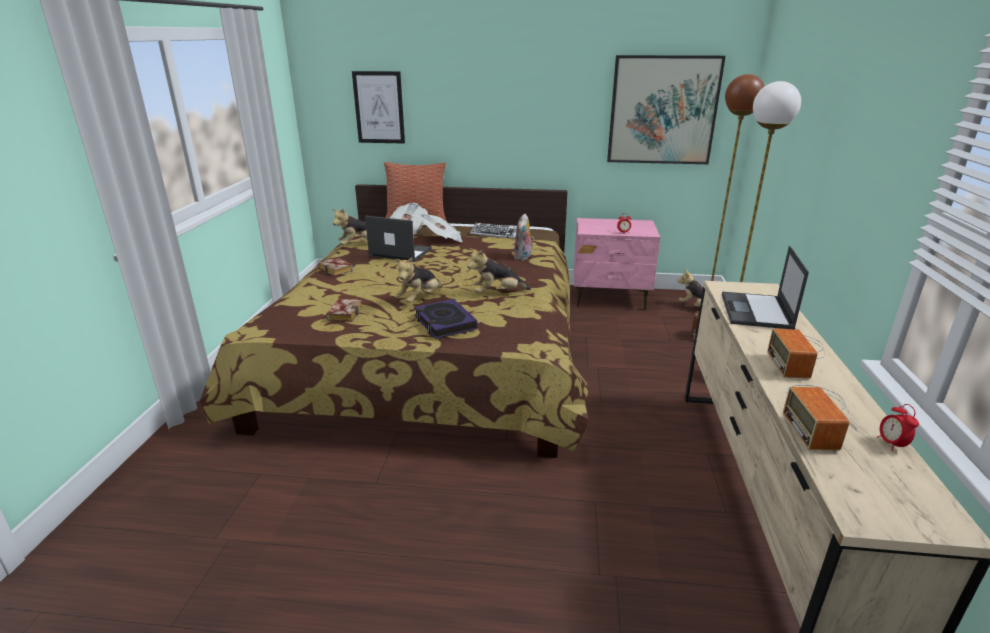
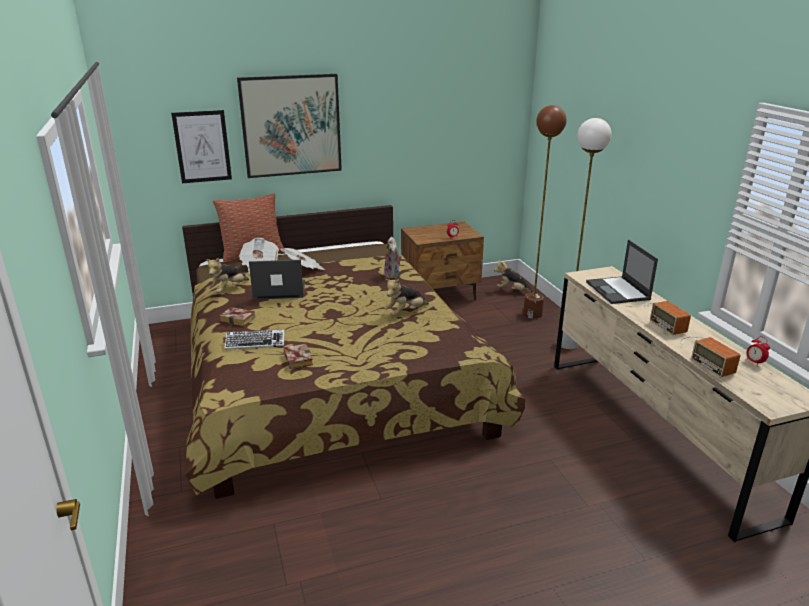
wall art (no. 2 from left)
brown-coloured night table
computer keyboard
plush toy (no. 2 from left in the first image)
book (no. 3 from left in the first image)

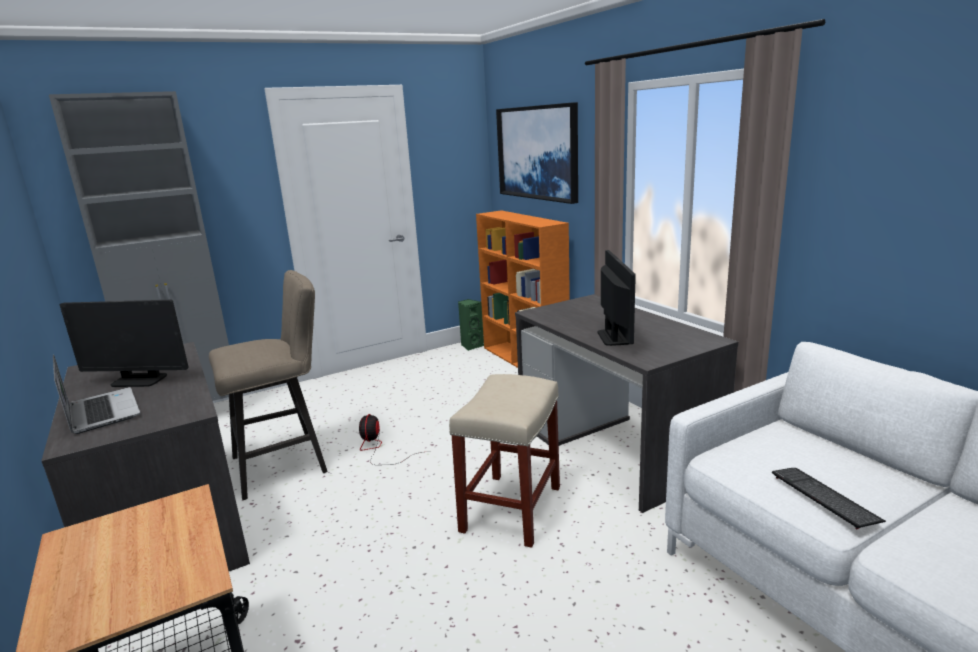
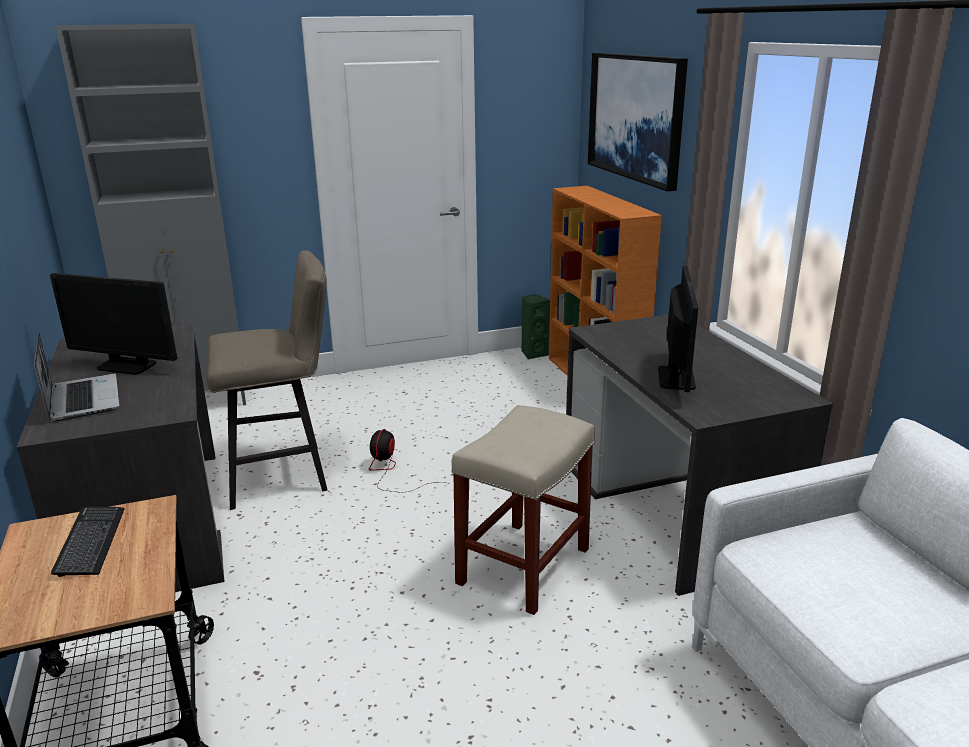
computer keyboard

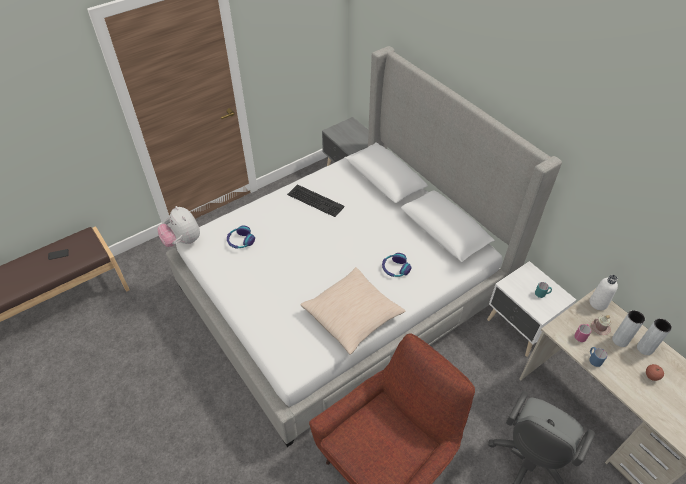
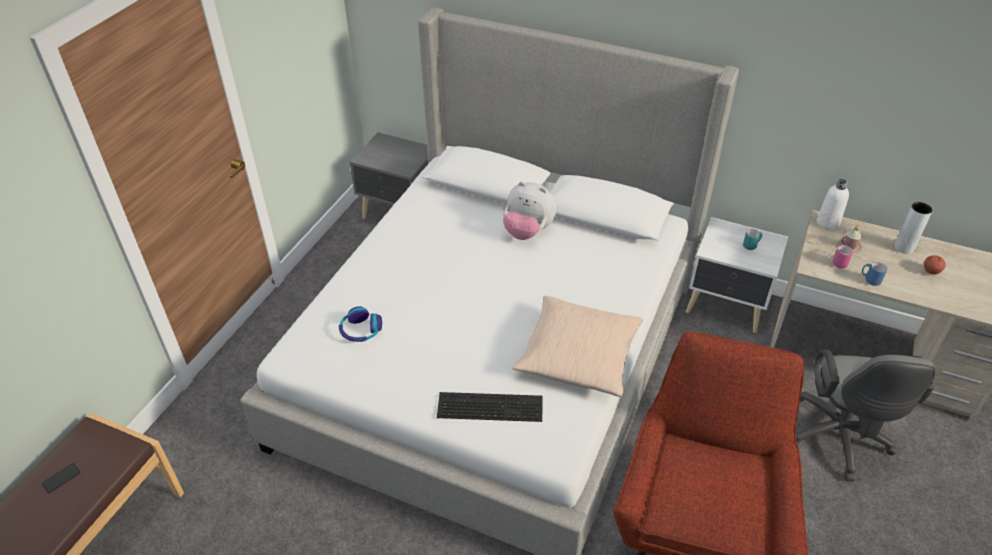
computer keyboard
plush toy
pair of headphones (no. 2 from left in the first image)
grey decorative vase (no. 1 from left in the first image)

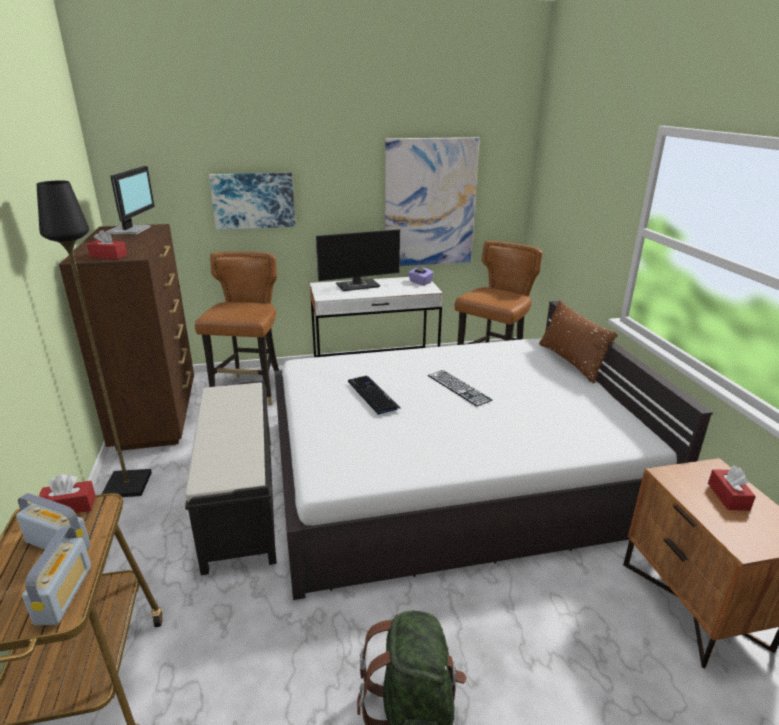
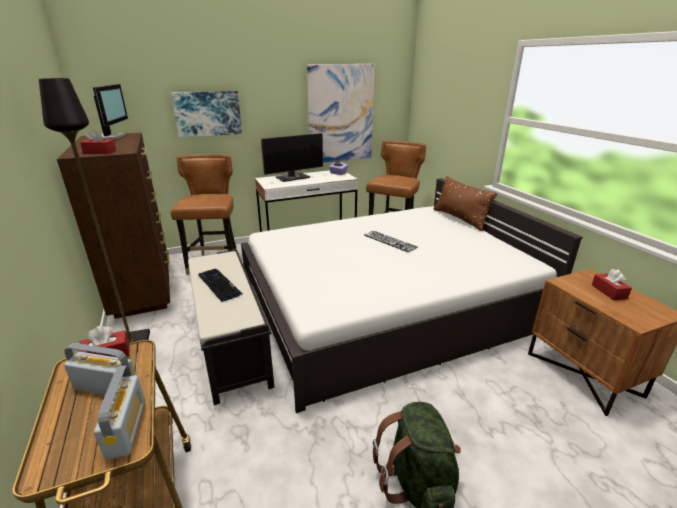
computer keyboard (no. 1 from left)

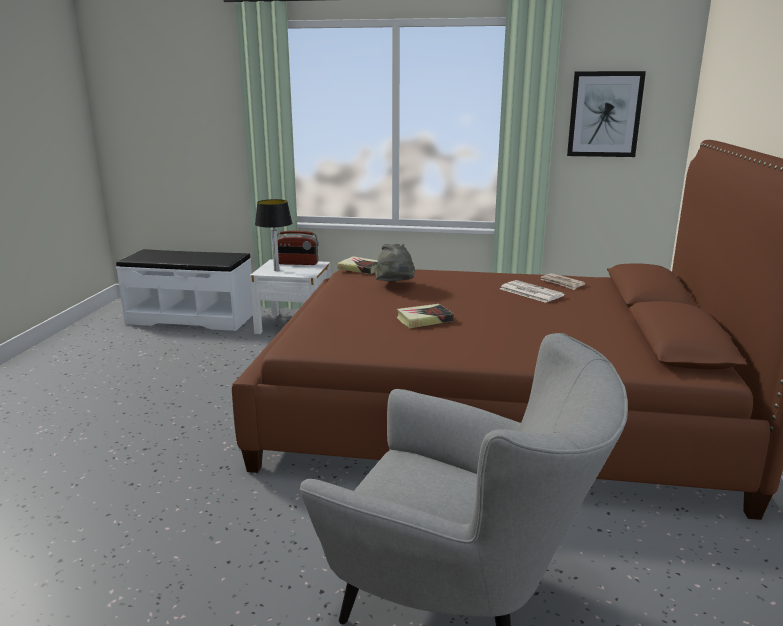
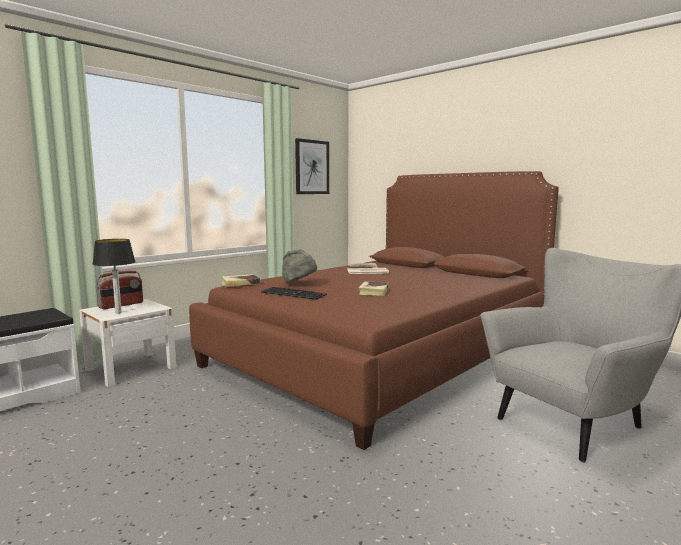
computer keyboard

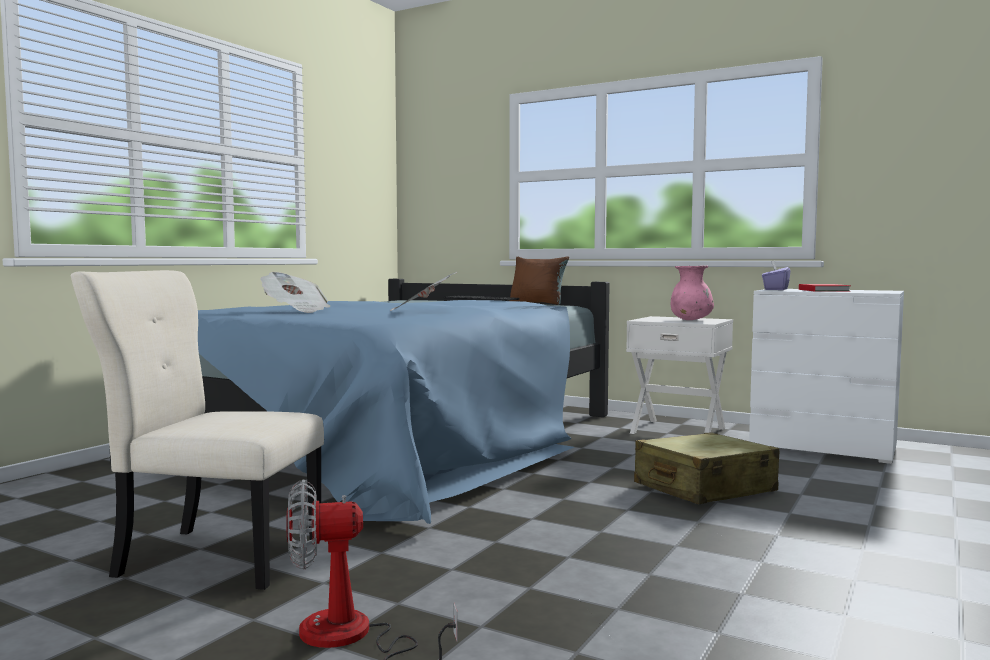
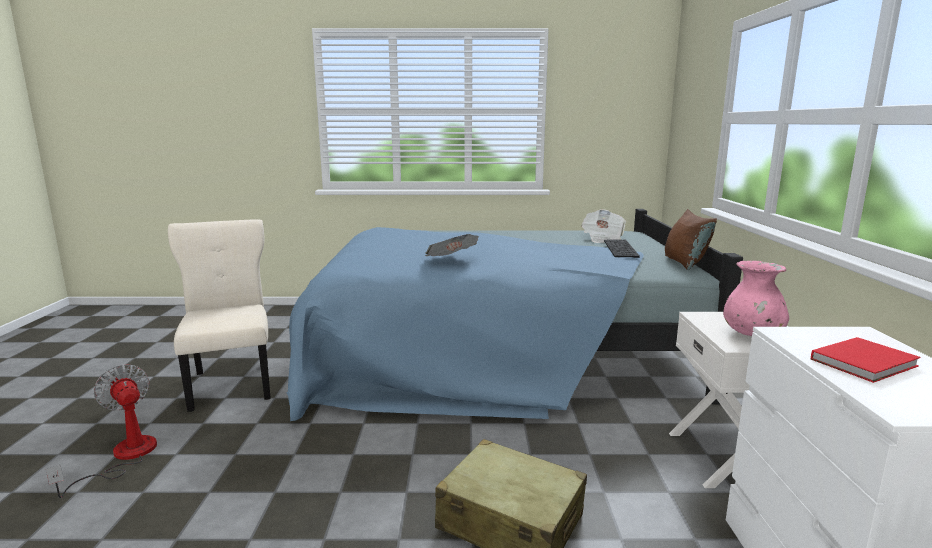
purple-coloured box of tissues
daily paper (no. 2 from left)

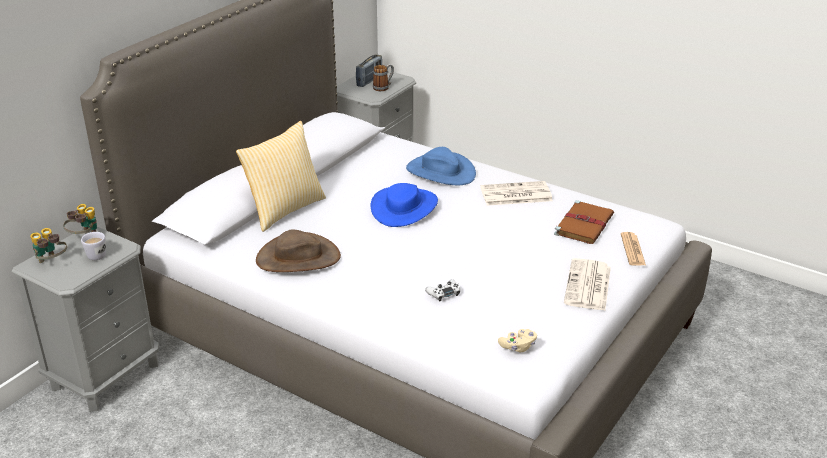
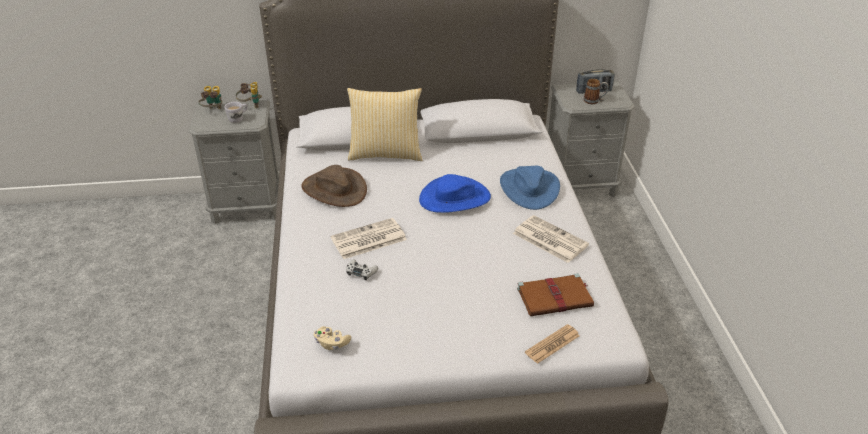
daily paper (no. 1 from left)

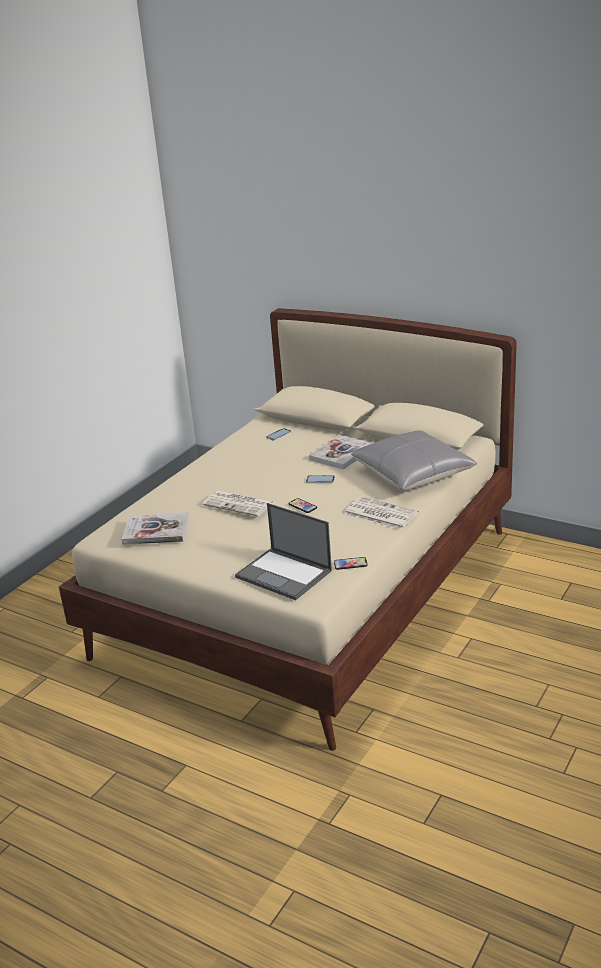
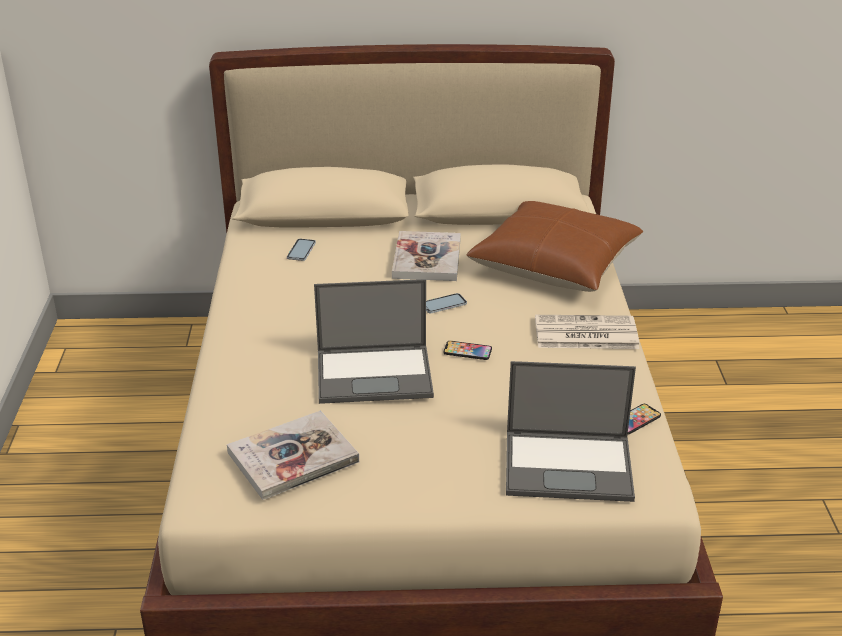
brown-coloured cushion
portable computer (no. 1 from left)

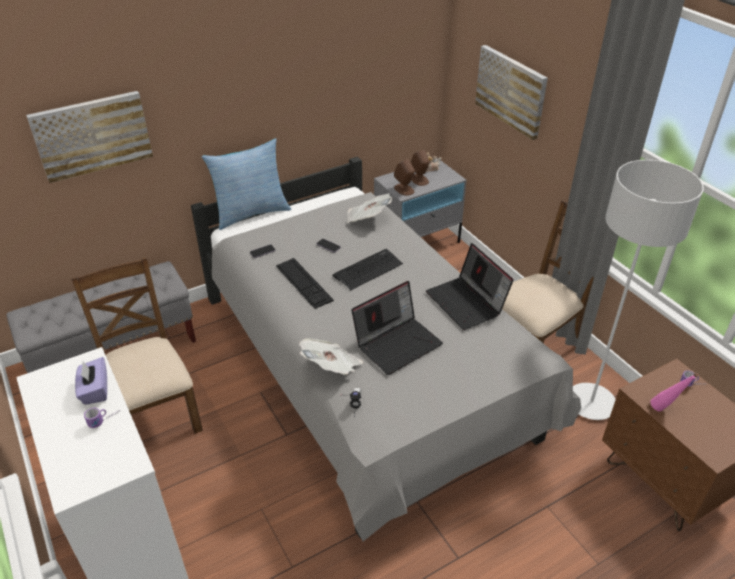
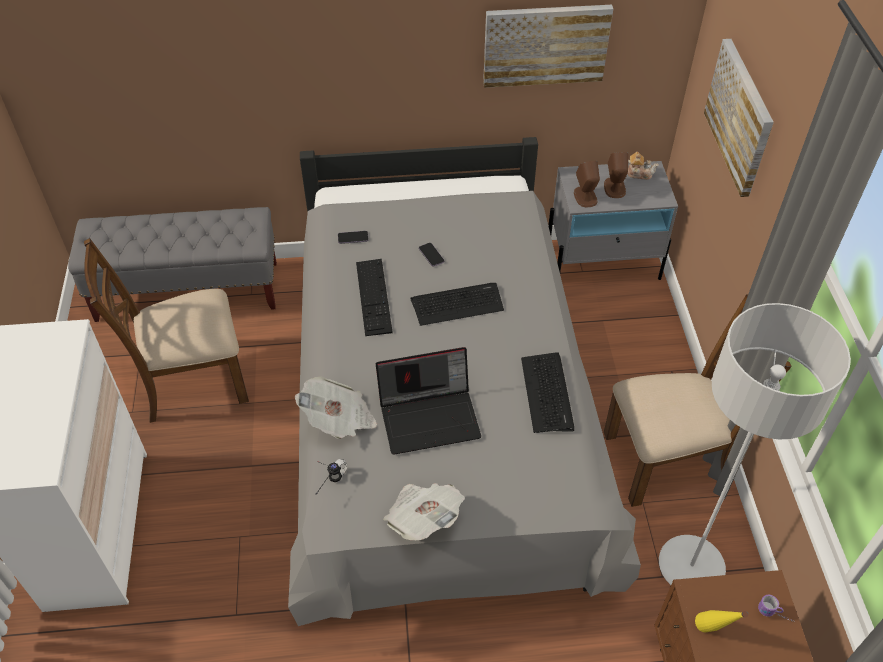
wall art (no. 1 from left)
cushion
daily paper (no. 2 from left)
computer keyboard (no. 3 from left)
brown-coloured upright chair (no. 1 from left)
purple-coloured box of tissues
yellow-coloured bottle
mug (no. 1 from left in the first image)

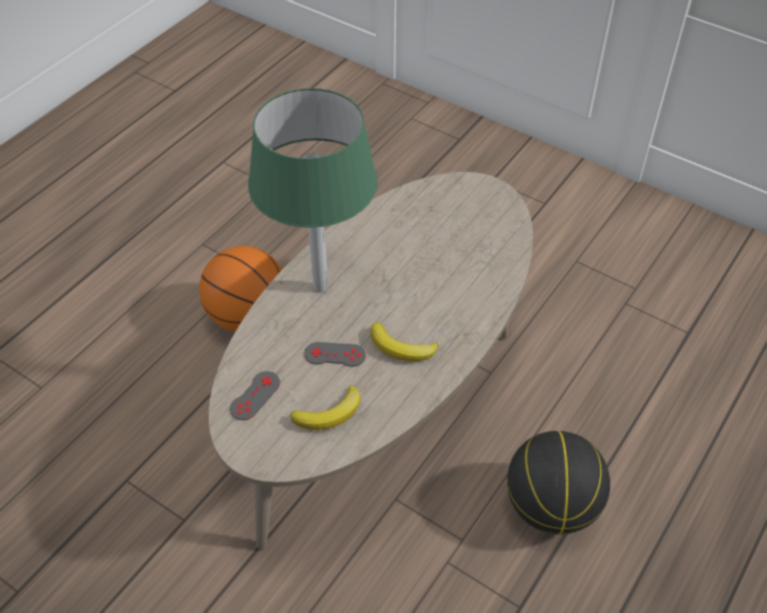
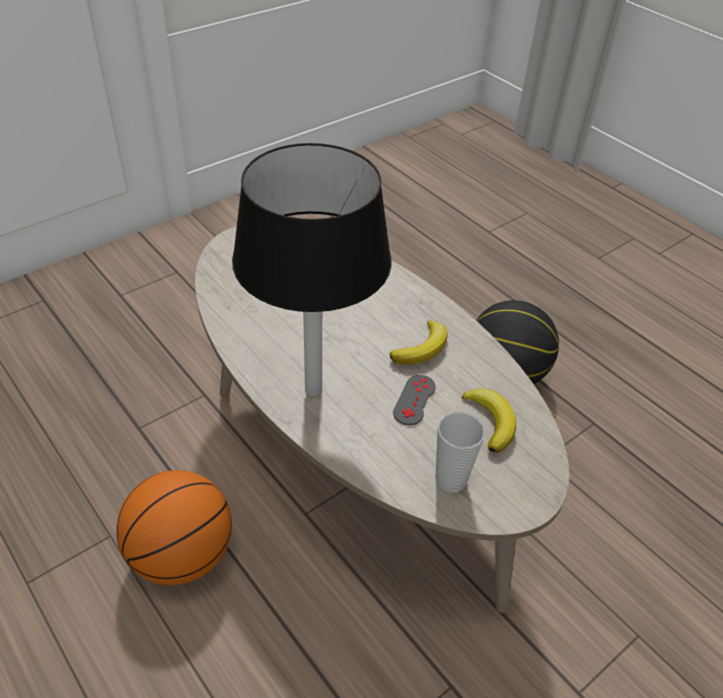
black lamp for a table
drinking cup

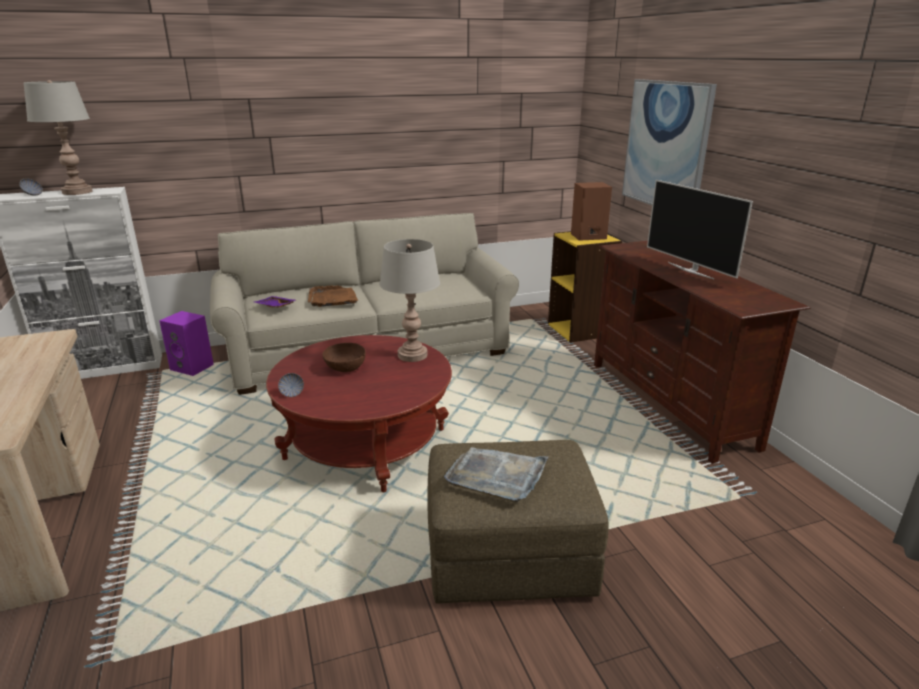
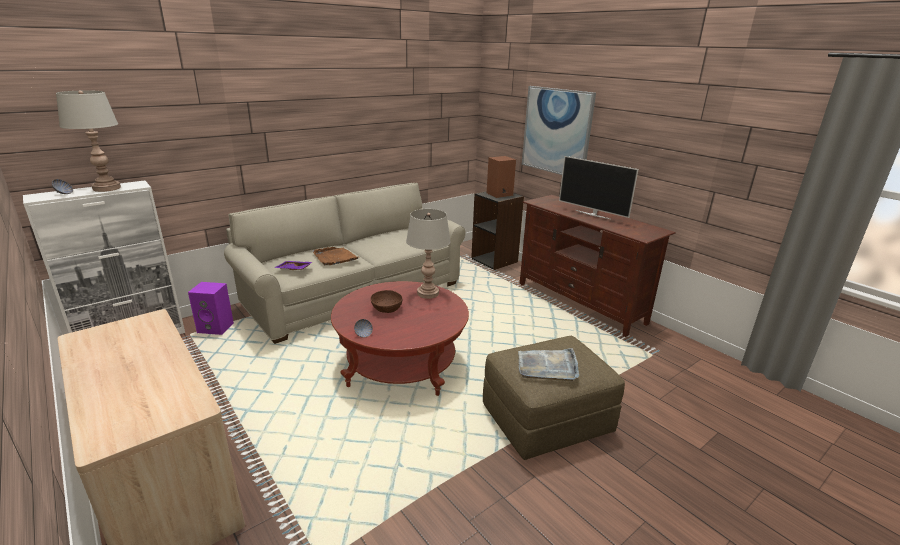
black bookcase

